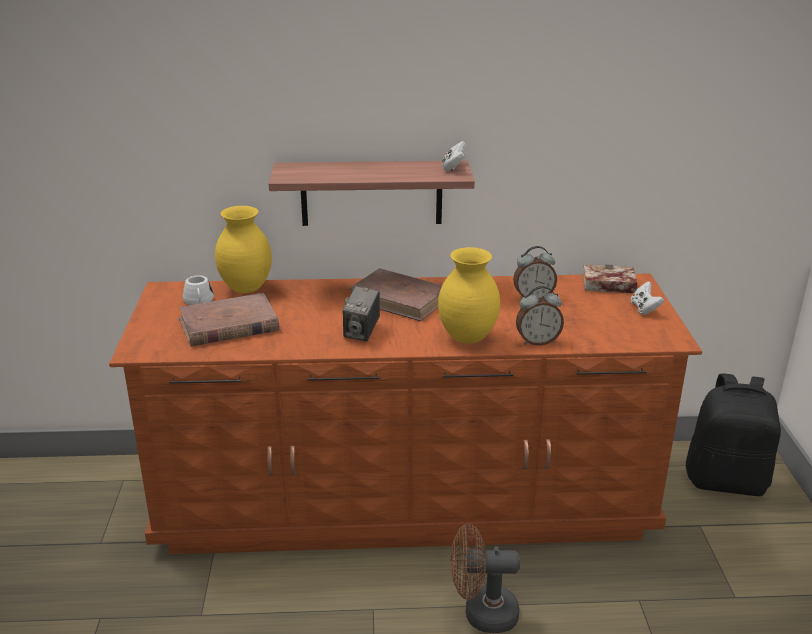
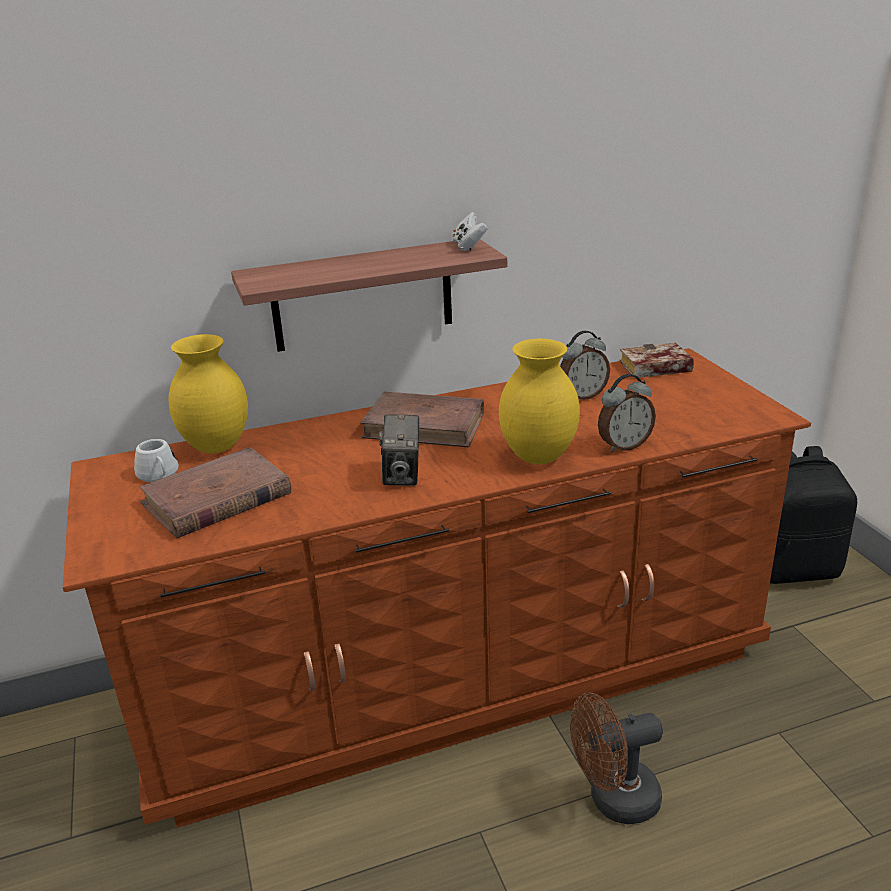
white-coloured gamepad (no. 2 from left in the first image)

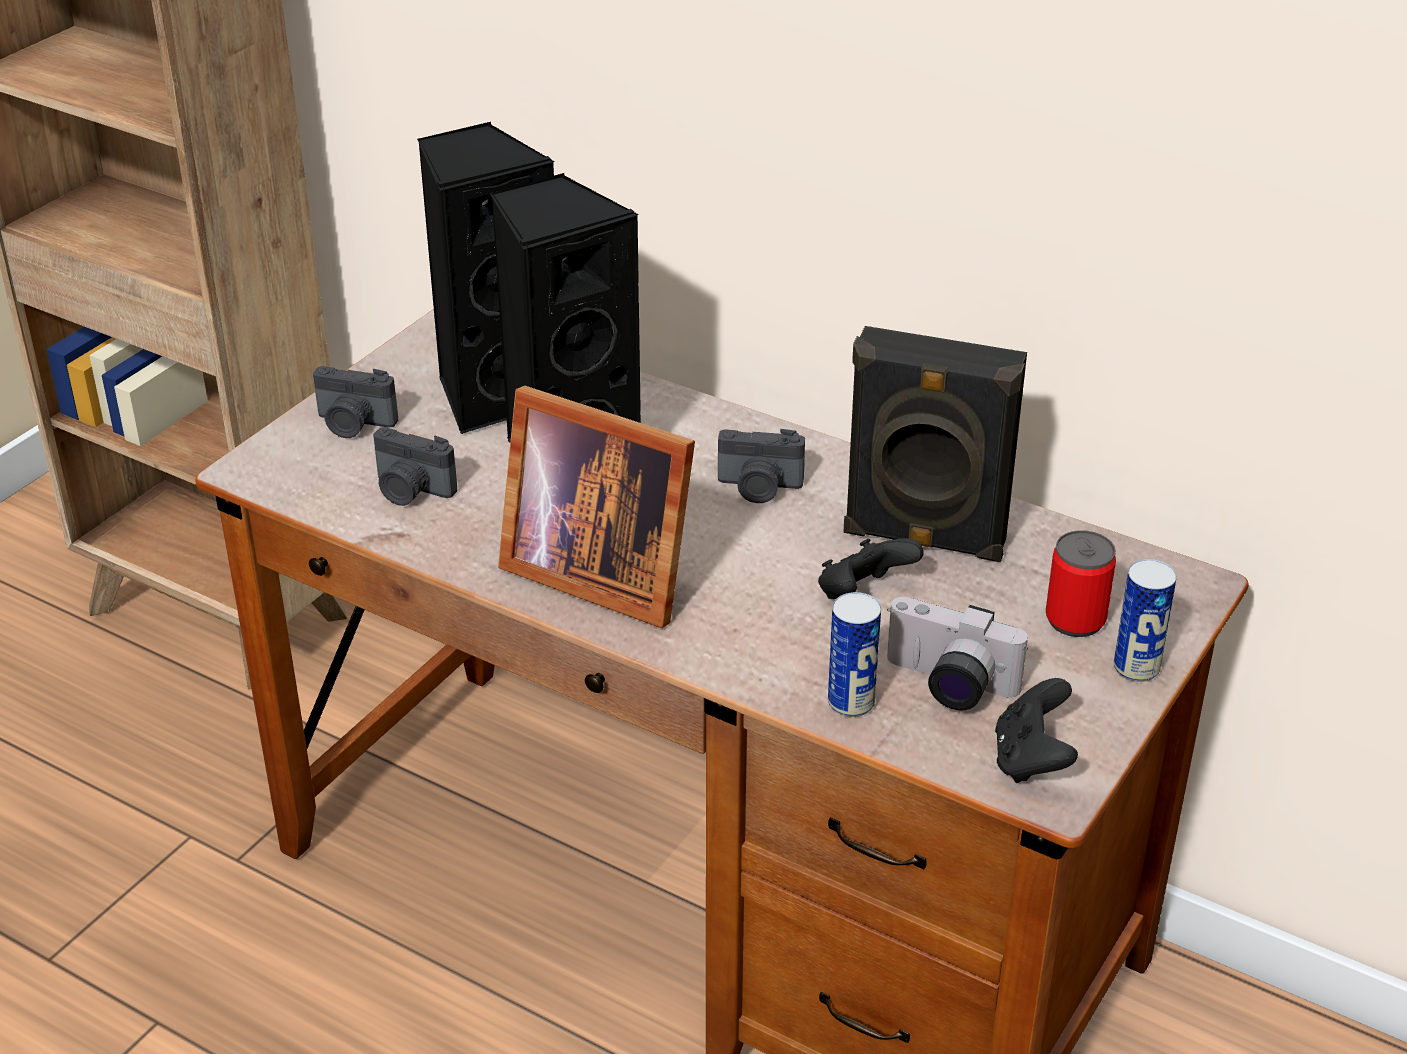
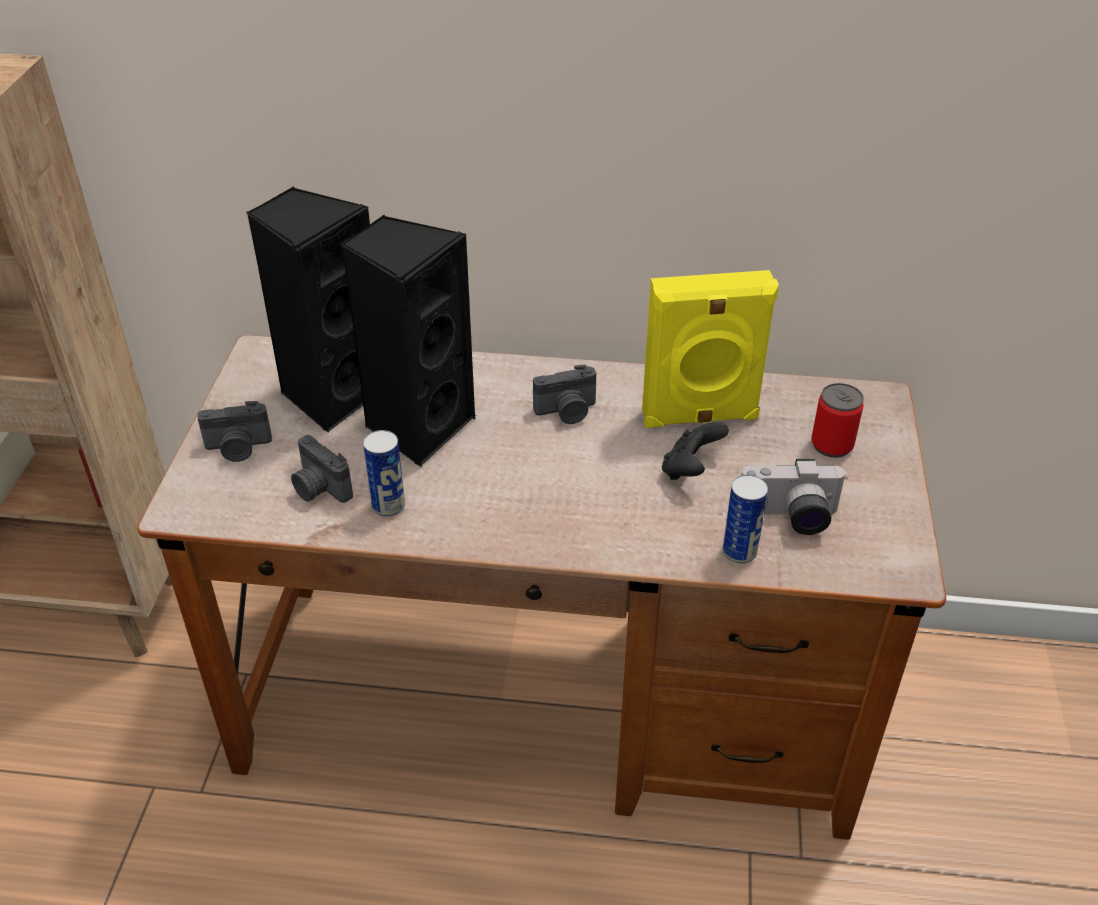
yellow-coloured speaker
picture frame
photo camera (no. 2 from left)
can (no. 1 from left)
black gamepad (no. 2 from left in the first image)

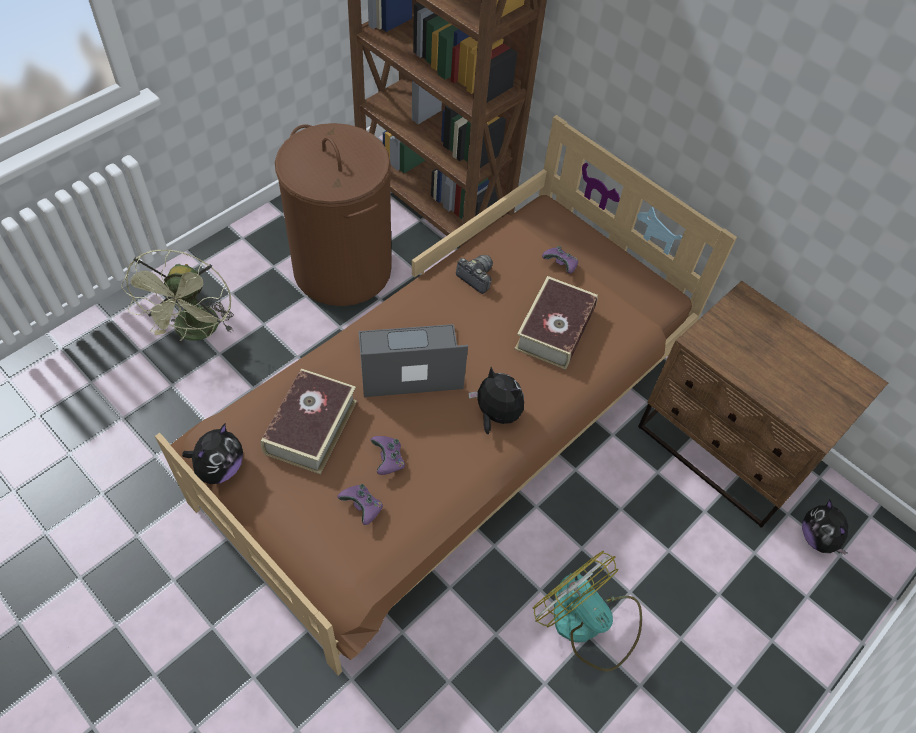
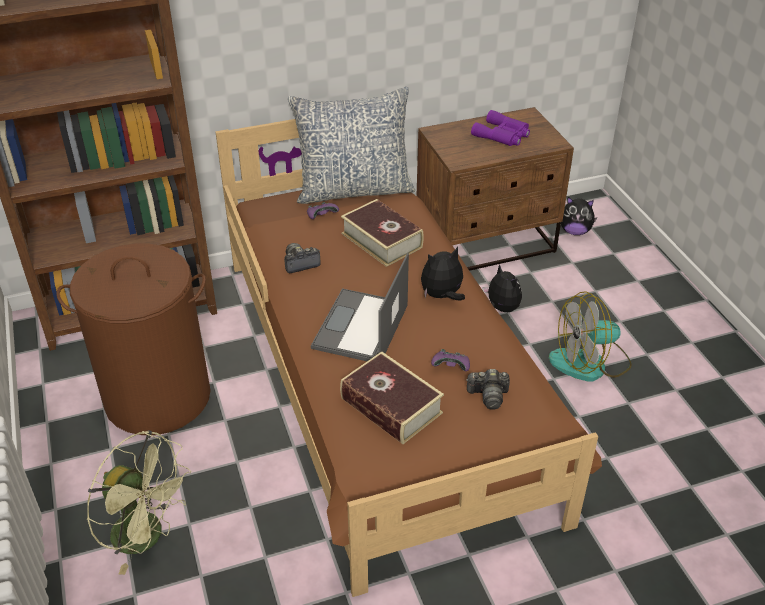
plush toy (no. 2 from left)
photo camera (no. 2 from left)
cushion
purple-coloured pair of binoculars

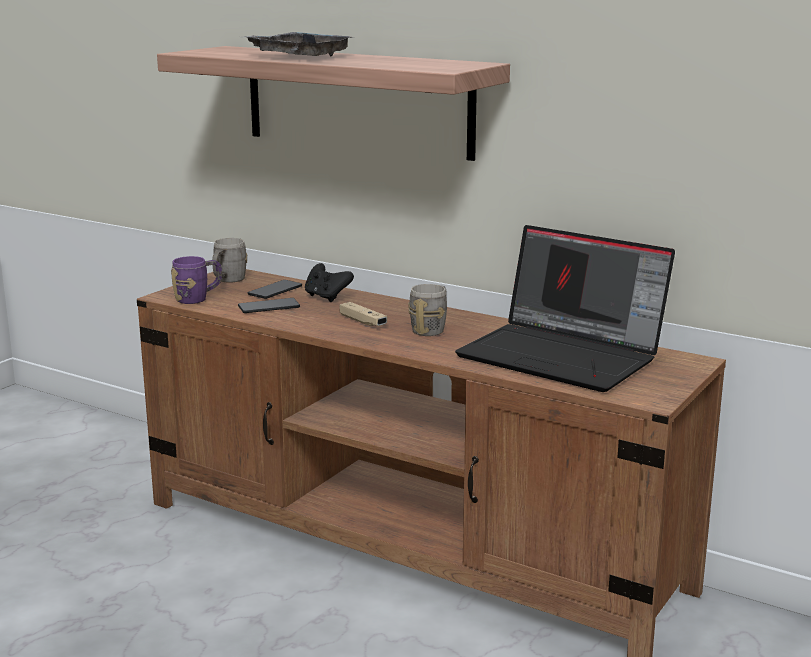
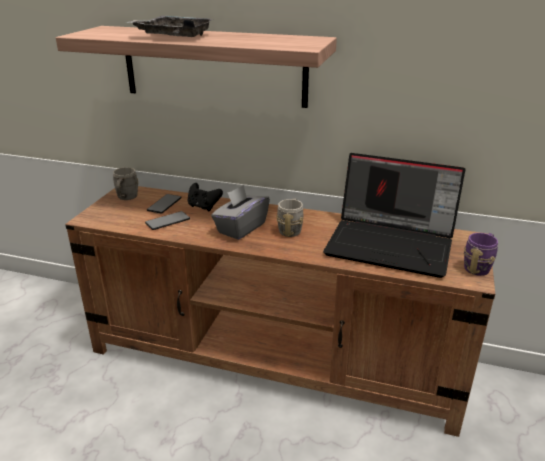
purple-coloured mug
grey box of tissues

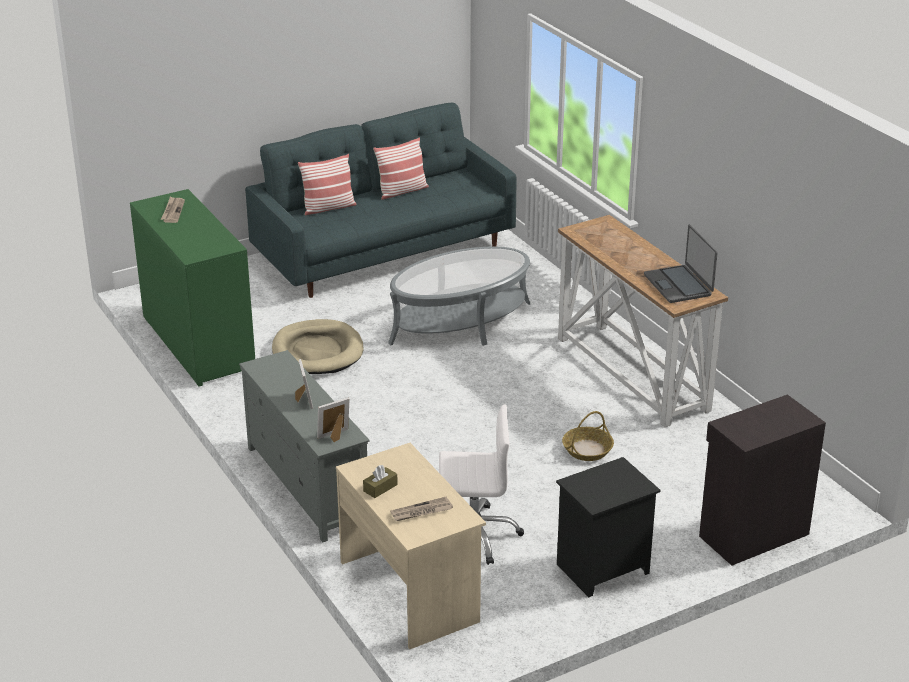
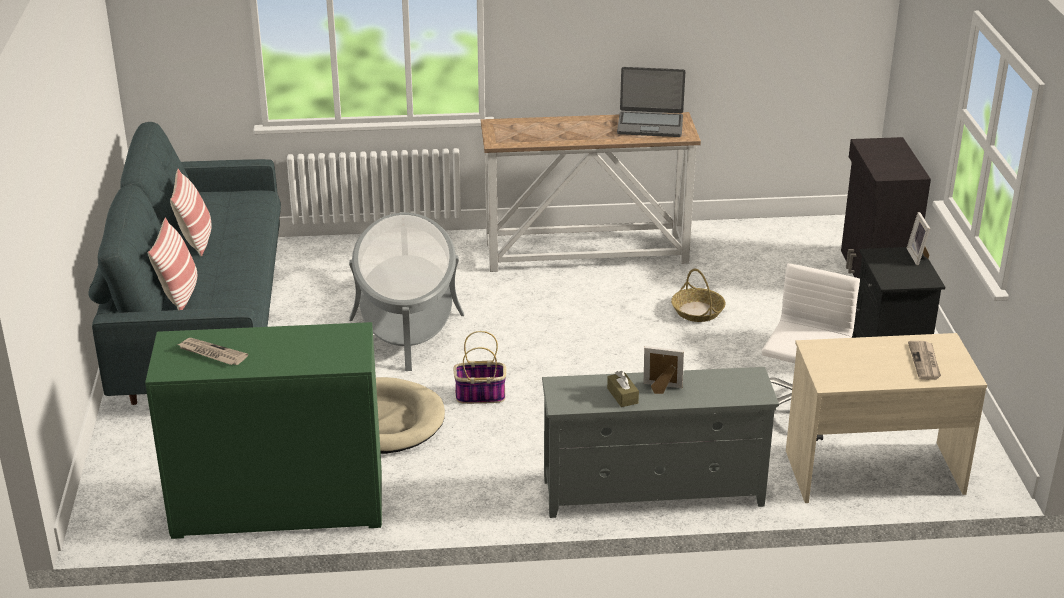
picture frame (no. 2 from left)
brown-coloured box of tissues
basket (no. 1 from left)

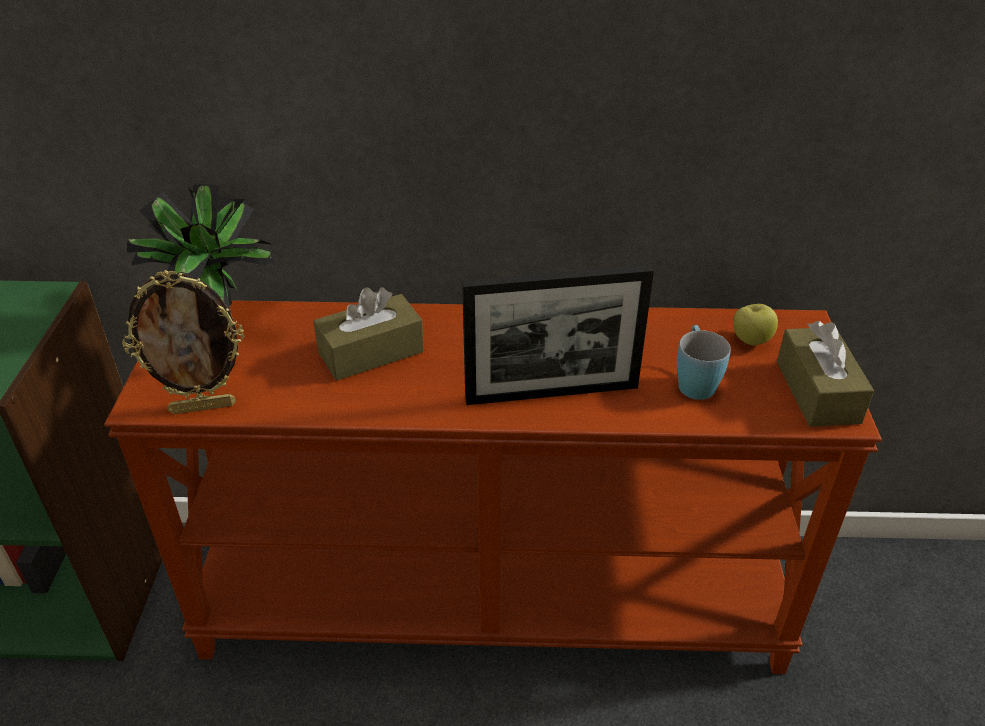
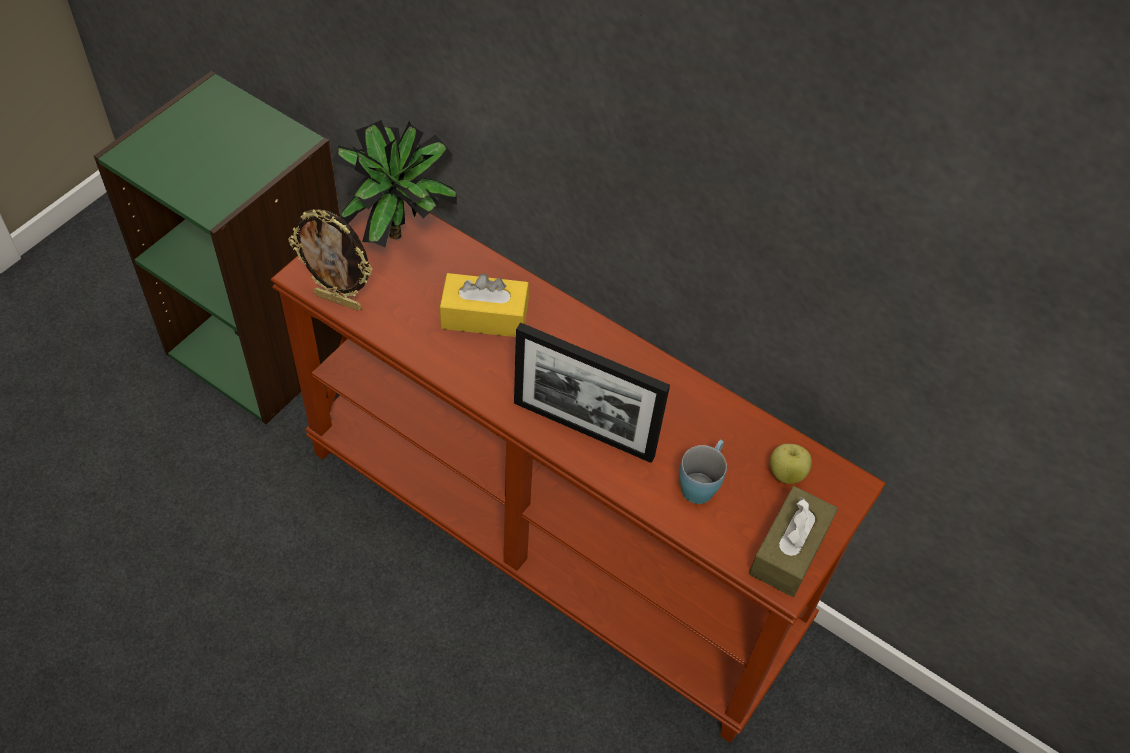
yellow-coloured box of tissues

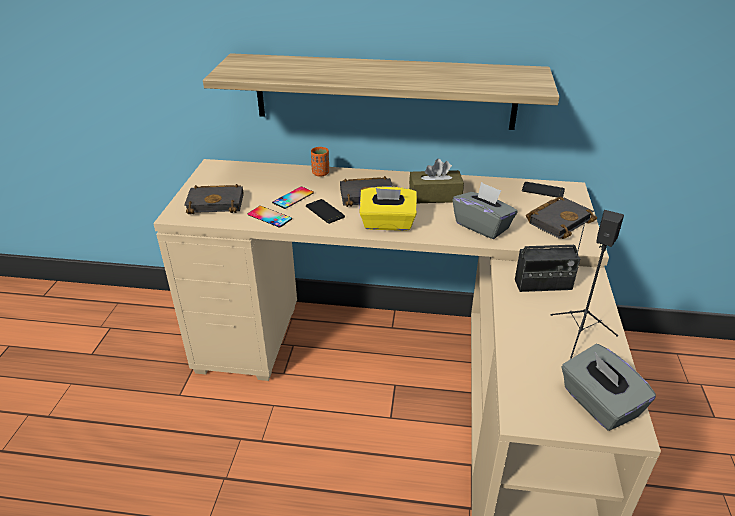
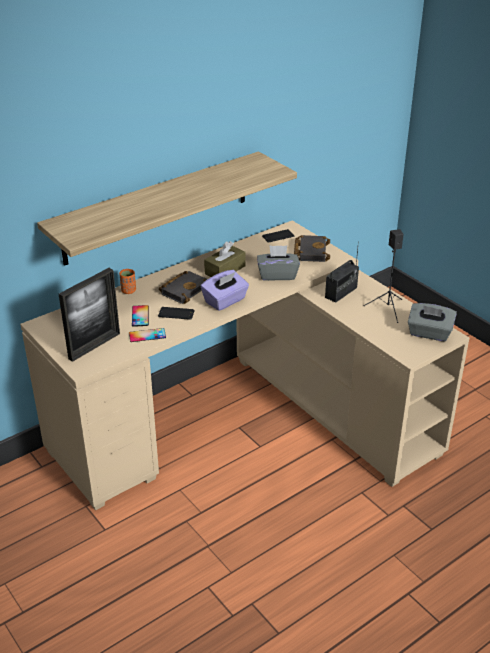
picture frame
purple-coloured box of tissues

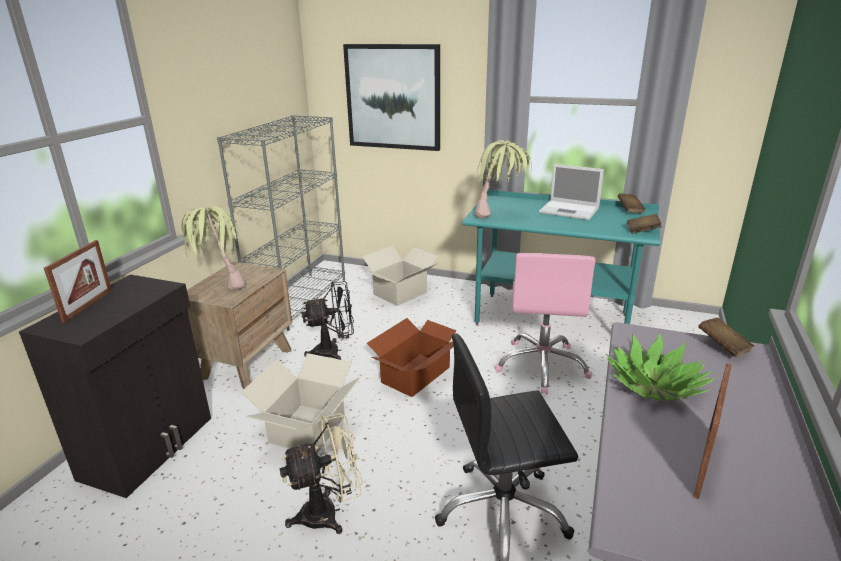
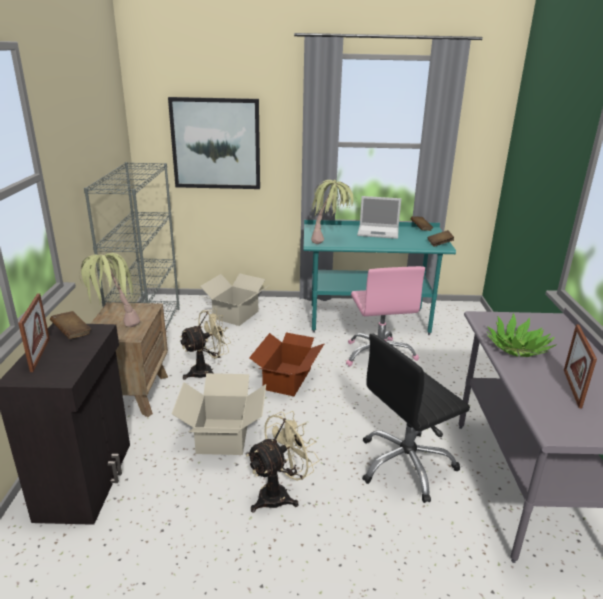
beige cooling fan (no. 1 from left)
brown-coloured book (no. 1 from left)

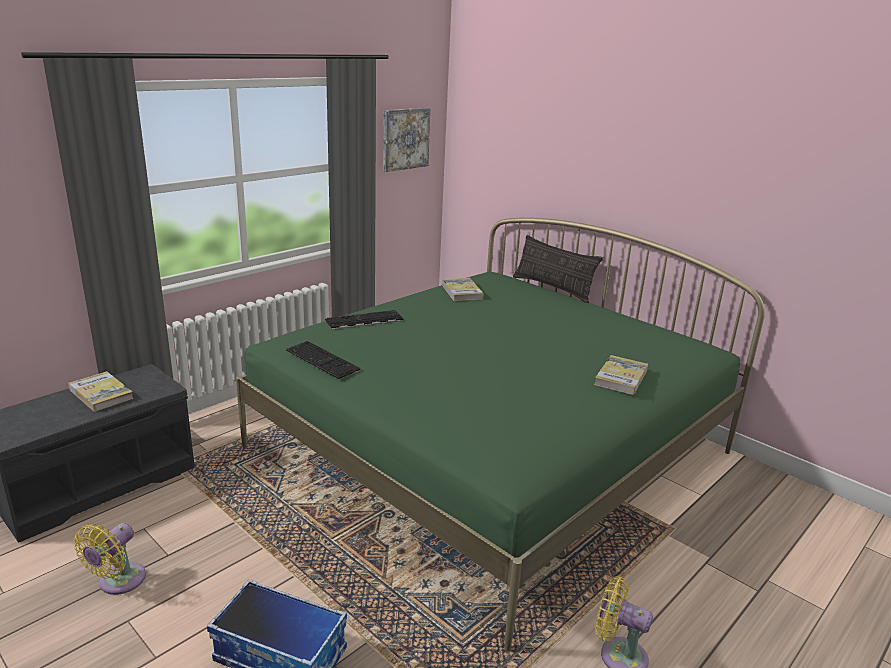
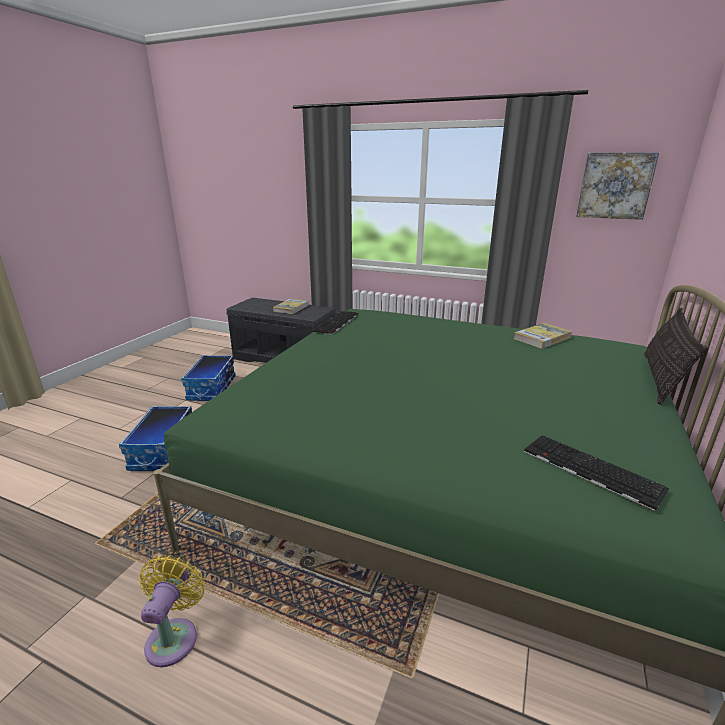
computer keyboard (no. 2 from left)
book (no. 3 from left in the first image)
storage box (no. 2 from left)

